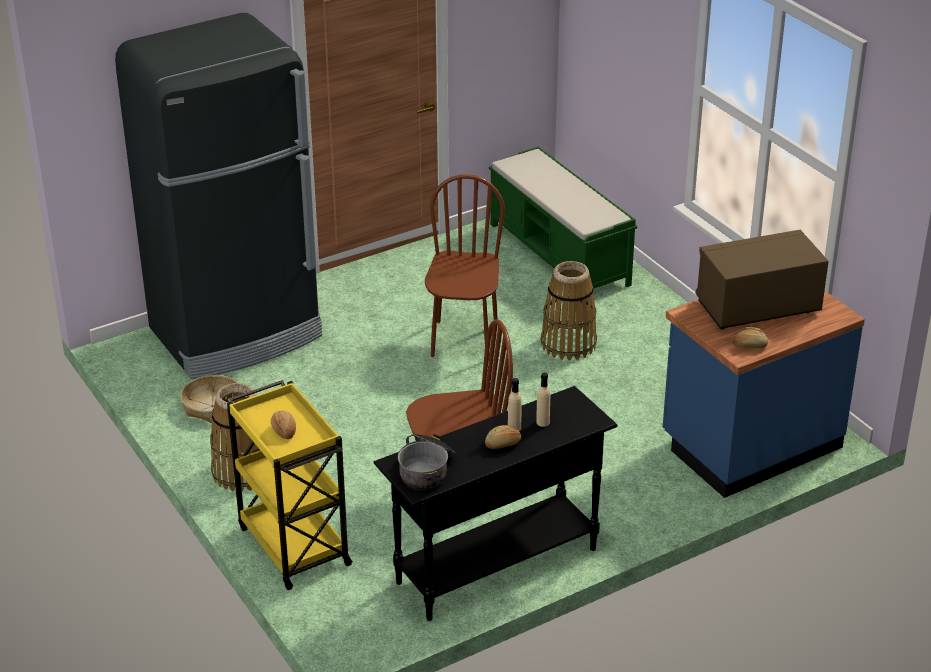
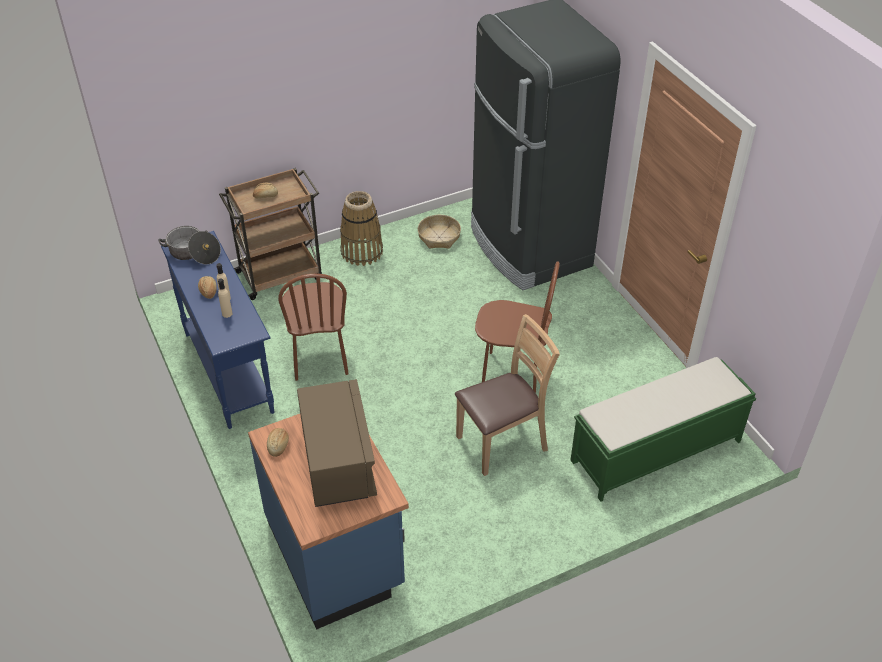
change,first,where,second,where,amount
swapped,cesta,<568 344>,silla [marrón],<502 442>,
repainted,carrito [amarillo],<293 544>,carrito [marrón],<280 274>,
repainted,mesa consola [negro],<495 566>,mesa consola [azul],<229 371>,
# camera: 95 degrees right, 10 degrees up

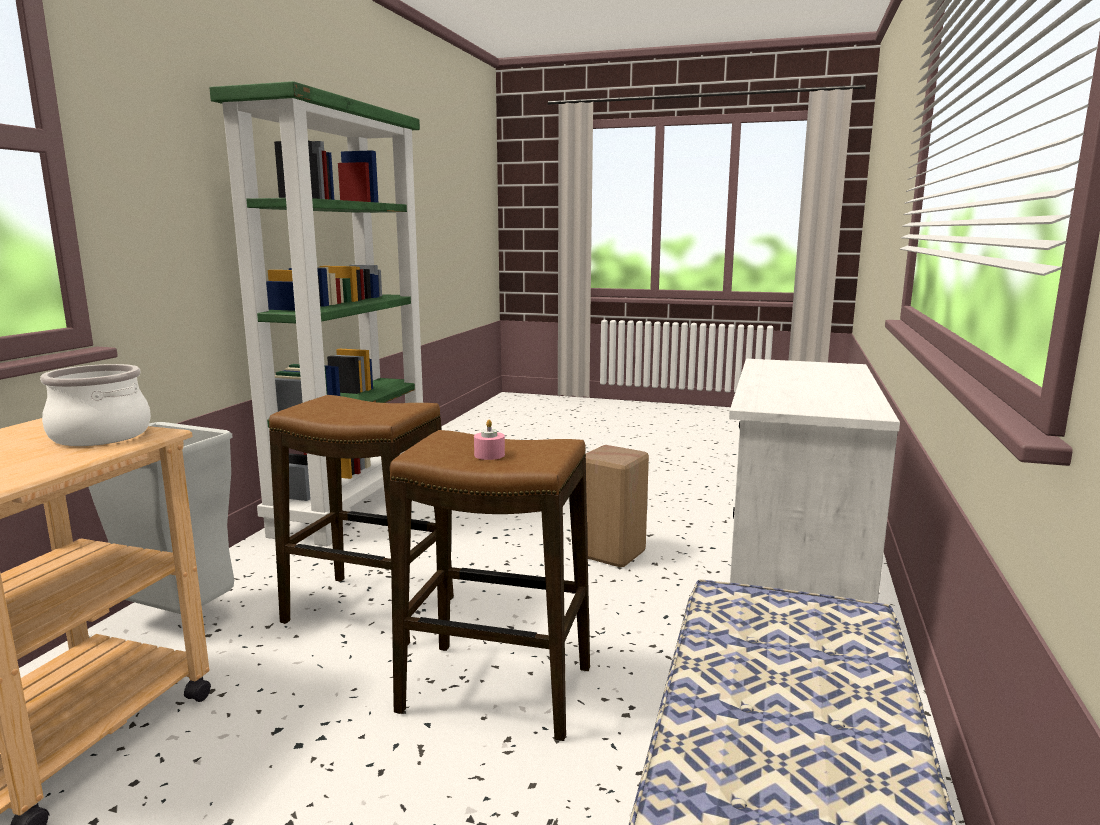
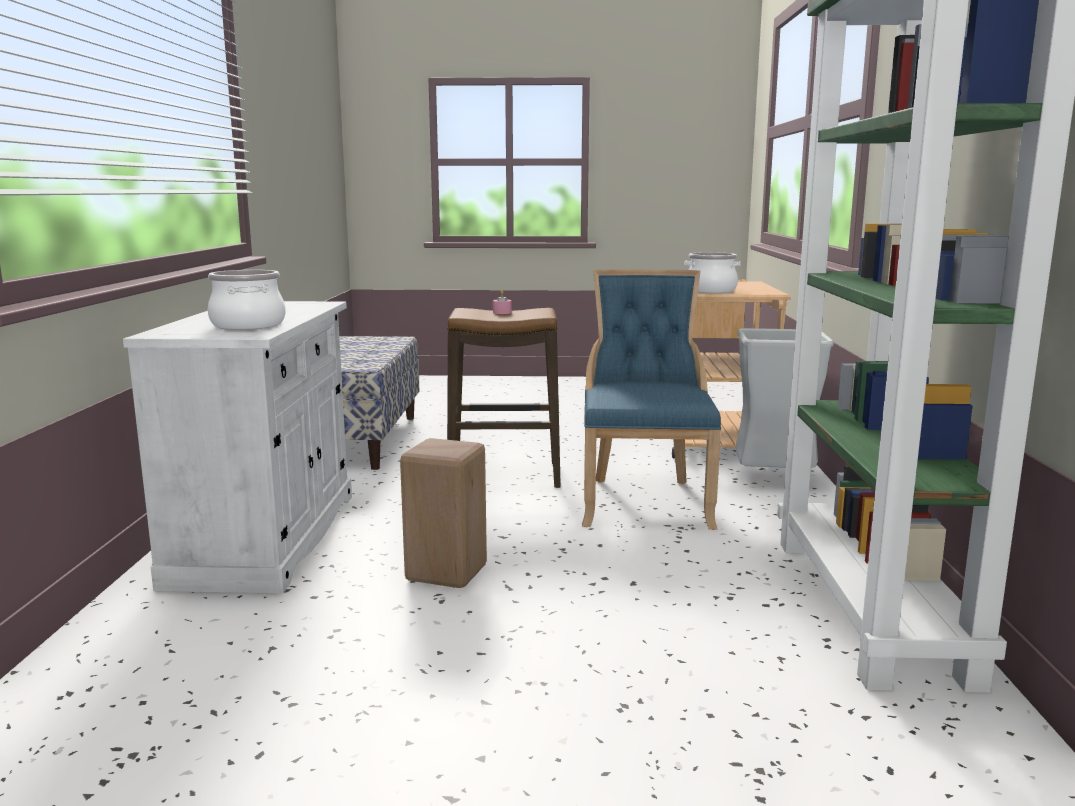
change,first,where,second,where,amount
swapped,taburete,<369 610>,silla [azul],<644 501>,
new,,,olla,<247 325>,
# camera: 165 degrees right, 0 degrees up

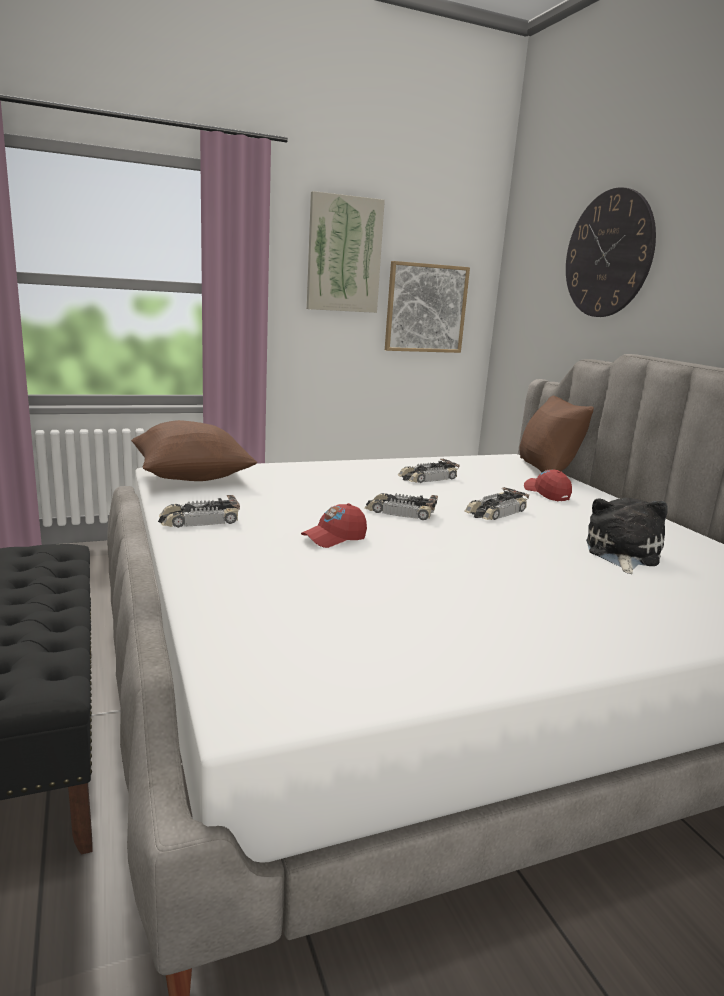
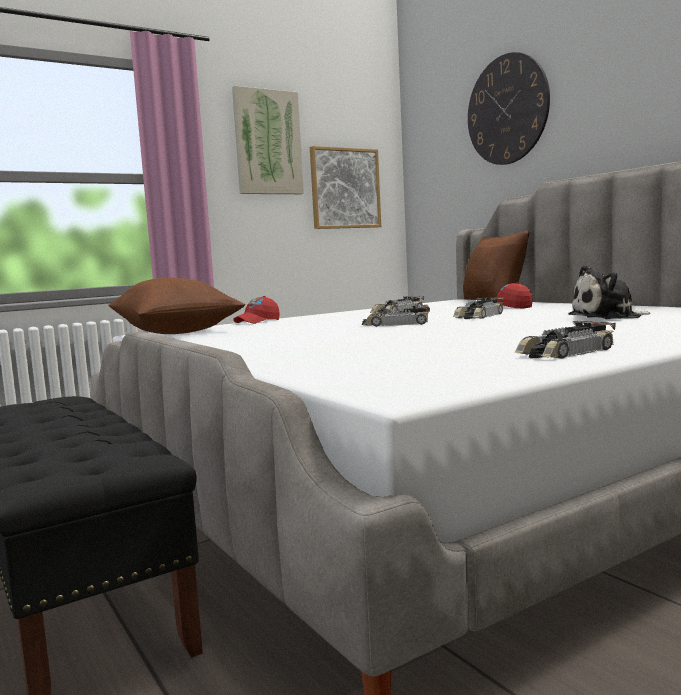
change,first,where,second,where,amount
shifted,coche de juguete,<199 520>,,<564 352>,
rotated,peluche,<621 553>,,<608 317>,105 degrees counterclockwise
shifted,gorra [rojo],<334 538>,,<257 322>,
# camera: 10 degrees left, 10 degrees down

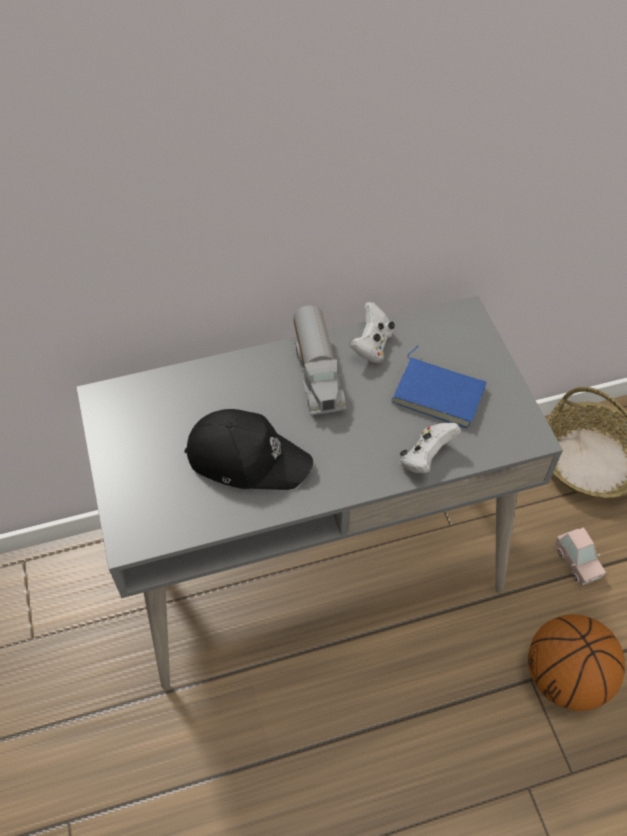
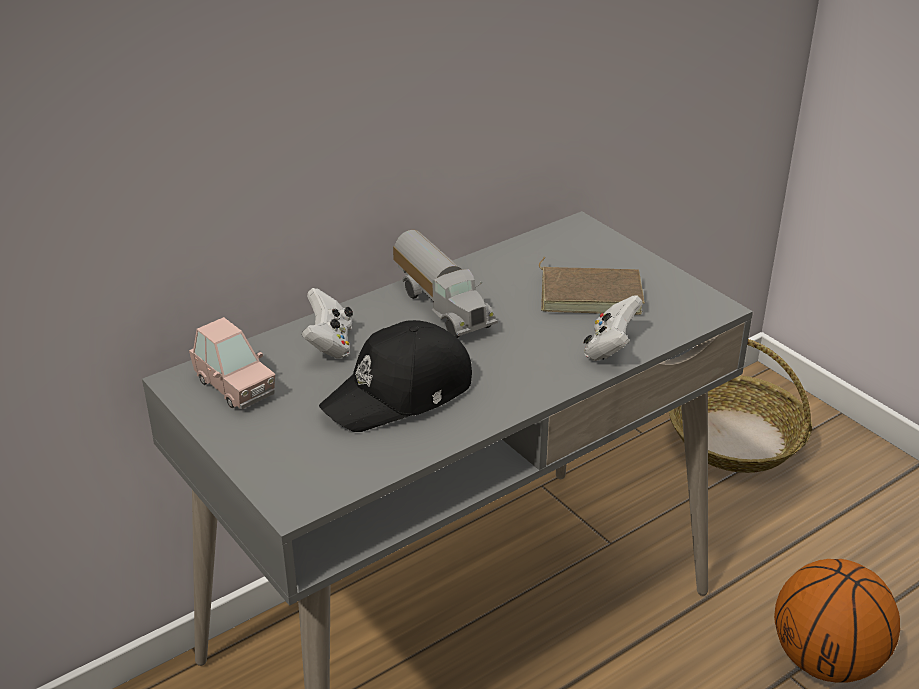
change,first,where,second,where,amount
shifted,mando de consola [blanco],<372 345>,,<329 344>,
repainted,libro [azul],<439 393>,libro [marrón],<591 293>,
rotated,gorra [negro],<247 457>,,<401 394>,150 degrees clockwise
shifted,coche de juguete [rosa],<577 562>,,<234 386>,
# camera: 20 degrees left, 20 degrees down

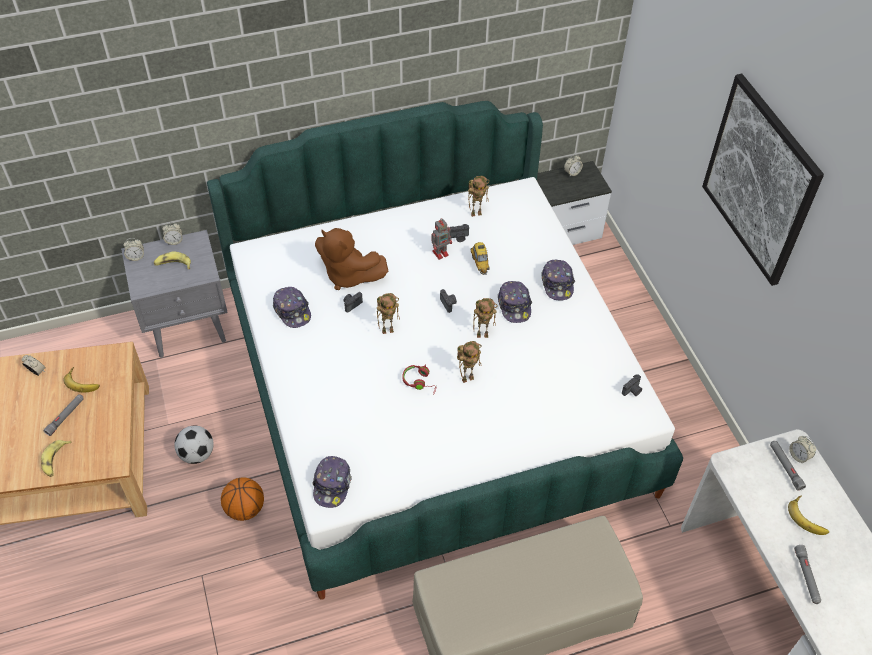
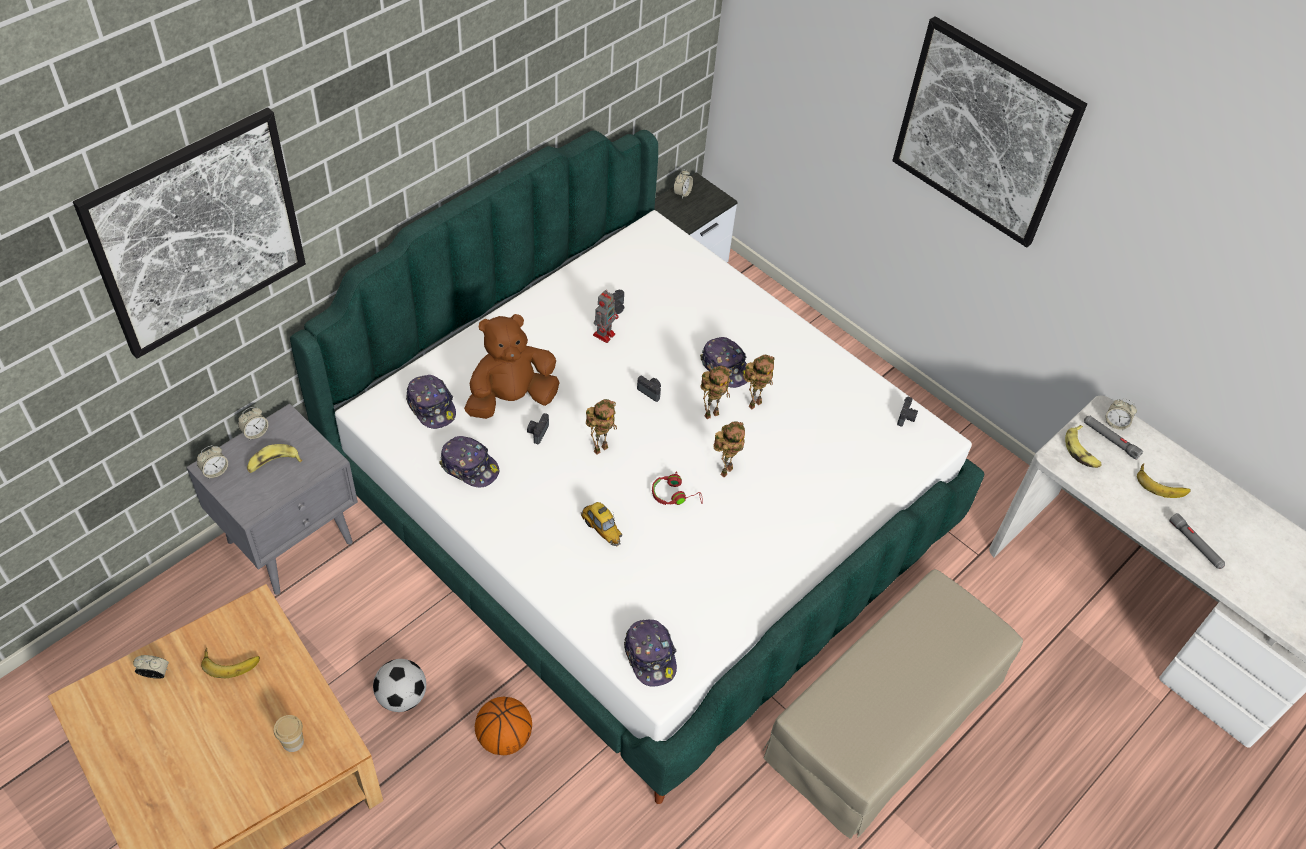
change,first,where,second,where,amount
shifted,robot de juguete,<476 213>,,<754 403>,
rotated,peluche [marrón],<348 275>,,<511 399>,150 degrees clockwise
shifted,coche de juguete,<480 263>,,<601 529>,
shifted,gorra,<557 284>,,<431 406>,
gone,linterna [gris],<65 416>,,,
shifted,plátano,<55 460>,,<1081 451>,
new,,,cuadro,<197 233>,
new,,,taza,<293 742>,
# camera: 30 degrees left, 0 degrees up

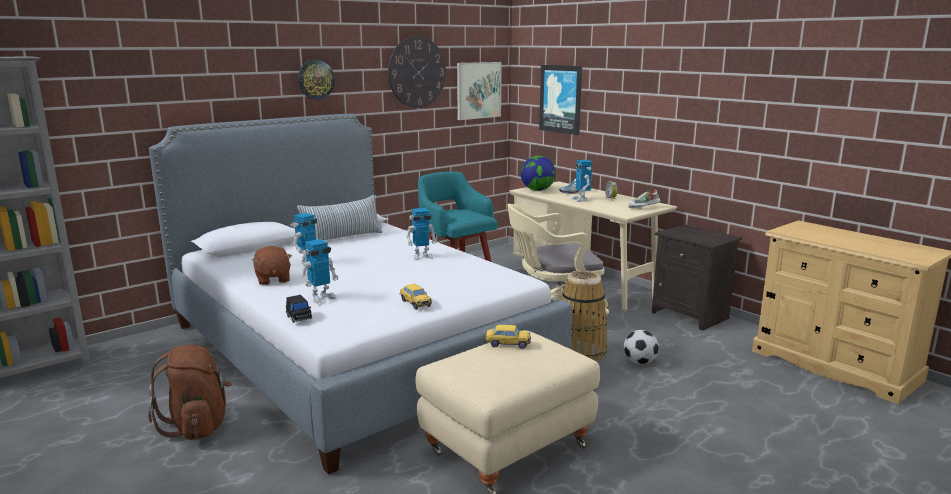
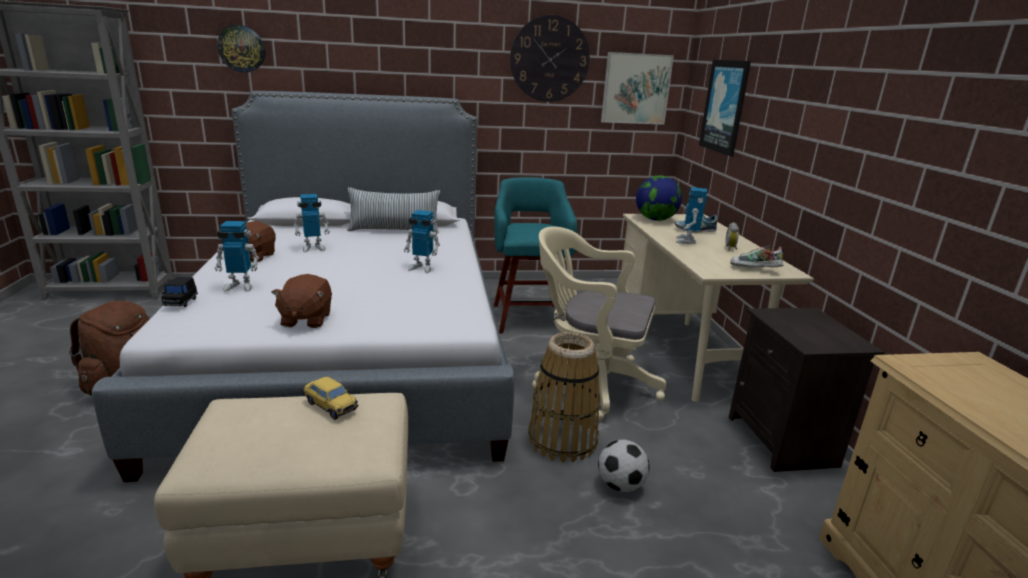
change,first,where,second,where,amount
shifted,reloj de pared,<315 79>,,<241 48>,
swapped,coche de juguete,<415 303>,peluche [marrón],<306 319>,
# camera: 30 degrees right, 5 degrees up

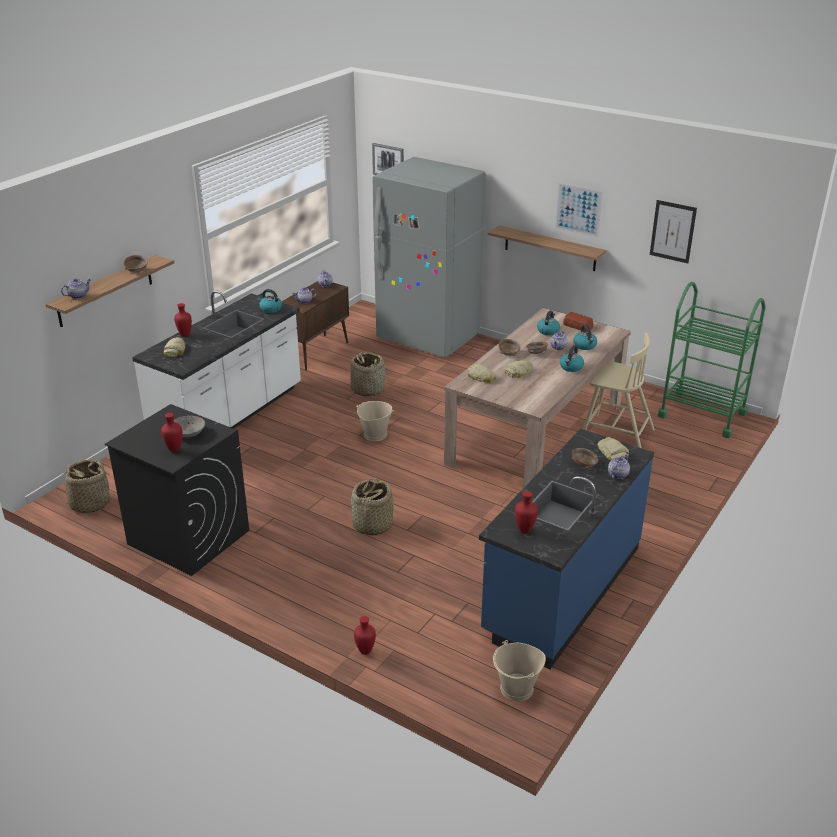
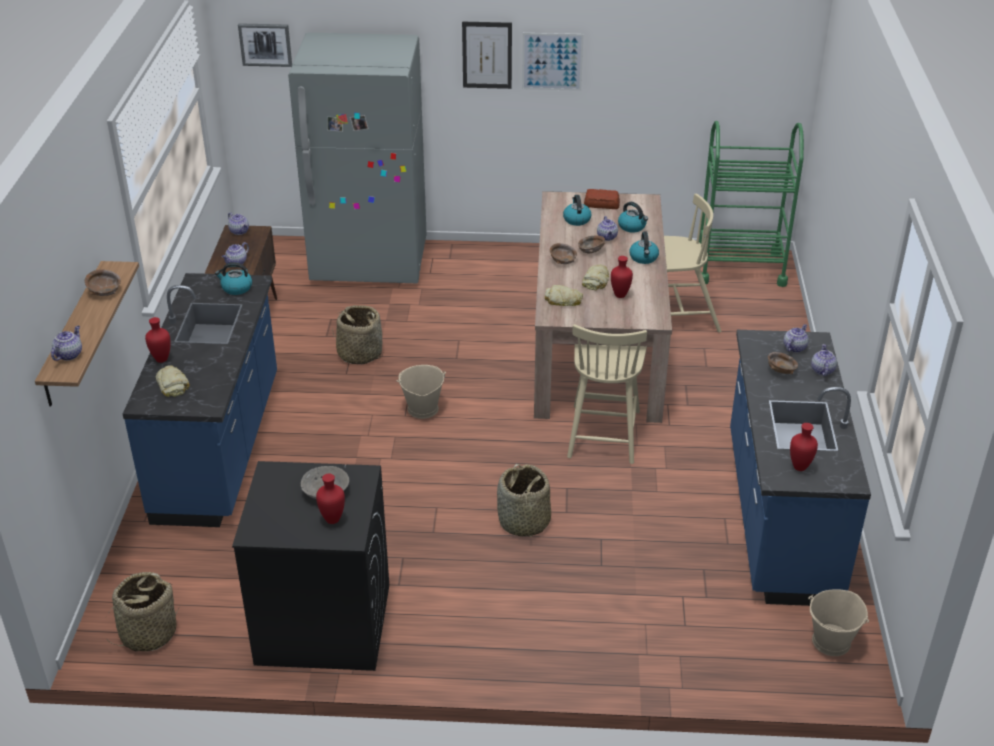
change,first,where,second,where,amount
shifted,cuadro,<672 231>,,<487 55>,
gone,estante,<550 248>,,,
repainted,mueble bajo de cocina [blanco],<229 417>,mueble bajo de cocina [azul],<220 448>,
swapped,pan,<612 453>,tetera,<794 347>,
shifted,florero [rojo],<366 651>,,<620 295>,
new,,,silla [beis],<603 433>,
# camera: 30 degrees left, 5 degrees up

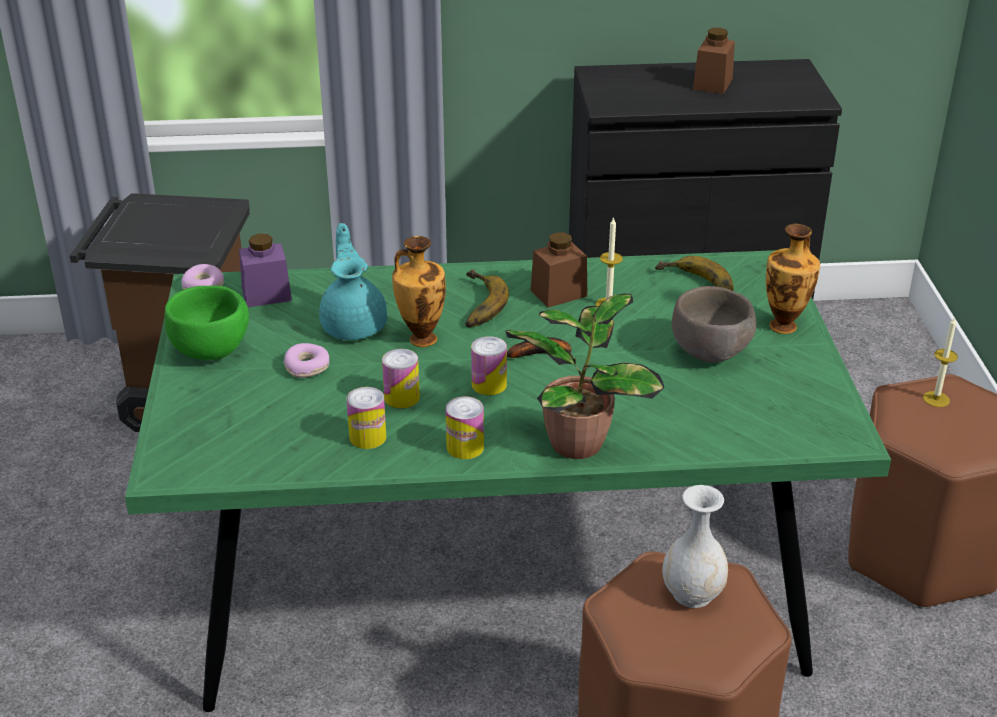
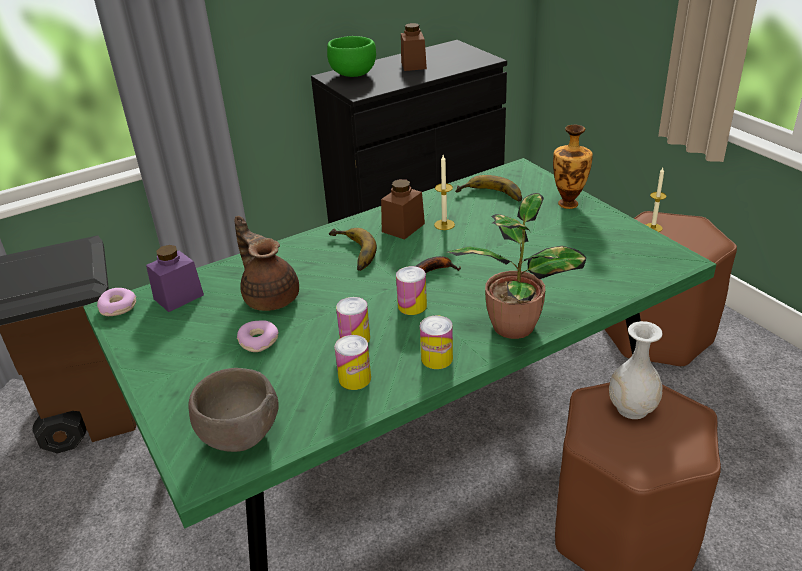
change,first,where,second,where,amount
repainted,tetera [turquesa],<354 325>,tetera [marrón],<270 296>,
gone,florero,<421 339>,,,
shifted,cuenco [verde],<211 351>,,<353 75>,
shifted,cuenco [marrón],<710 353>,,<240 436>,
# camera: 25 degrees left, 0 degrees up

